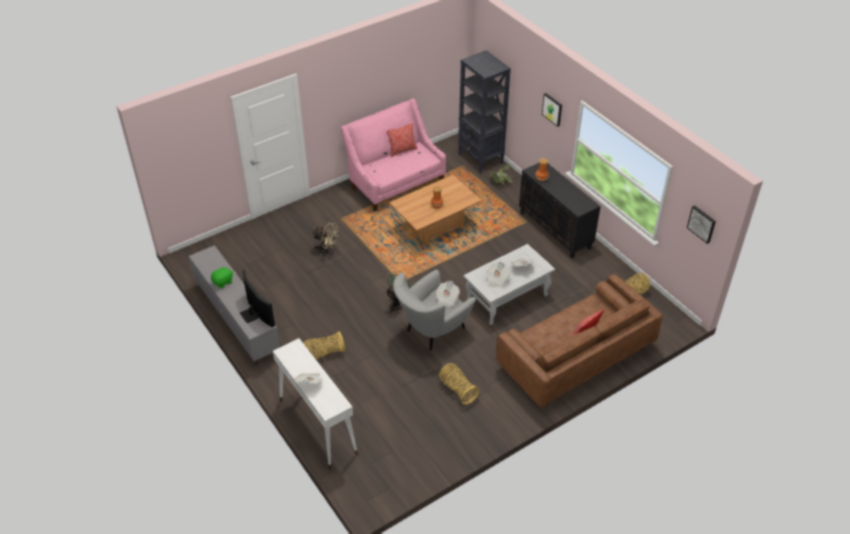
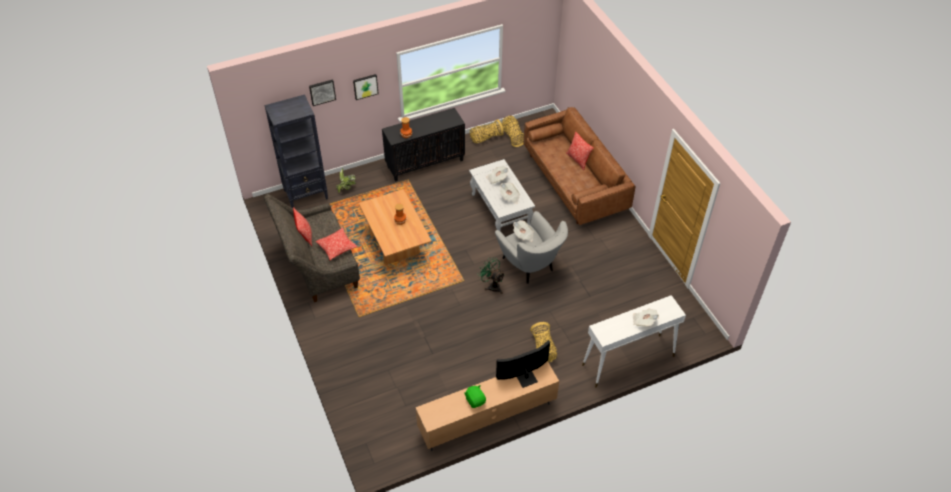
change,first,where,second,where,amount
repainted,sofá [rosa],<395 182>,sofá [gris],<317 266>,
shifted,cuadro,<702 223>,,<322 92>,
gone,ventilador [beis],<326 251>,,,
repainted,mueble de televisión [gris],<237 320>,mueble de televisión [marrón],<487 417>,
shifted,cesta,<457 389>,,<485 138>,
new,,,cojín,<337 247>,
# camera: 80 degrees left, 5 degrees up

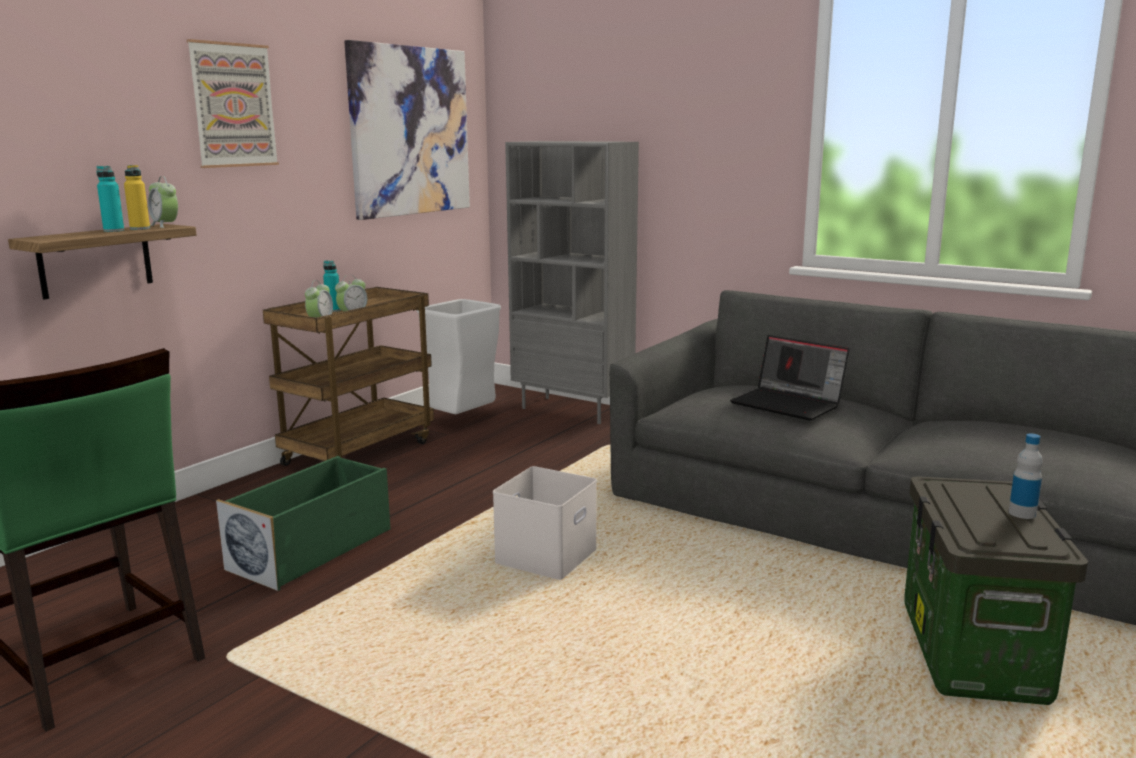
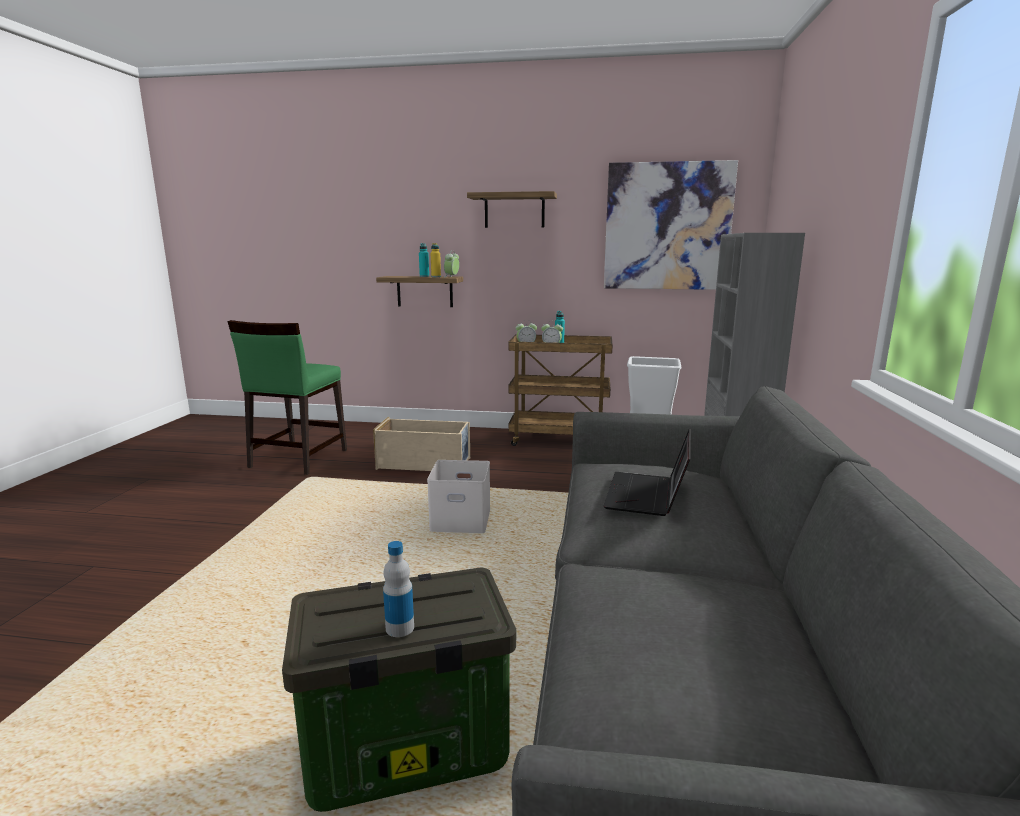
change,first,where,second,where,amount
swapped,cuadro,<233 105>,estante,<514 211>,
repainted,caja de almacenaje [verde],<312 548>,caja de almacenaje [beis],<425 463>,
# camera: 65 degrees right, 0 degrees up

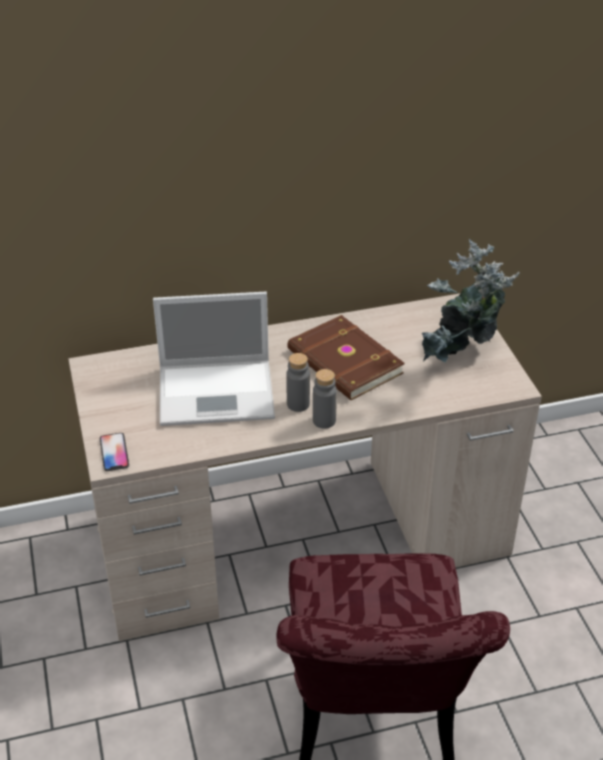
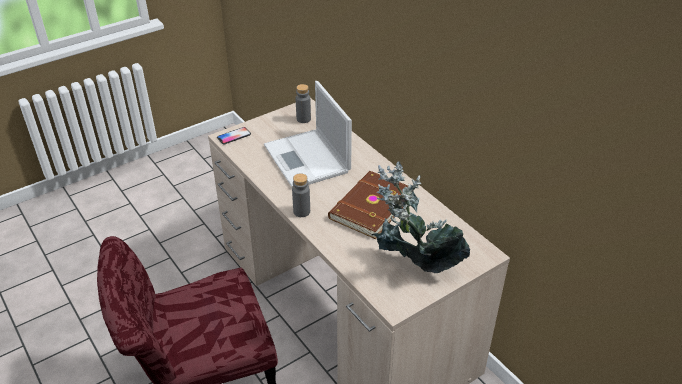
change,first,where,second,where,amount
shifted,botella [gris],<298 404>,,<303 119>,
# camera: 70 degrees right, 0 degrees up

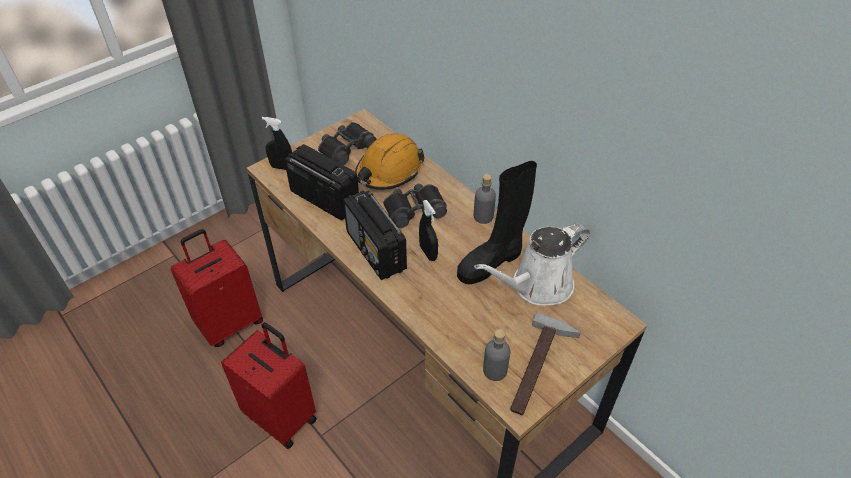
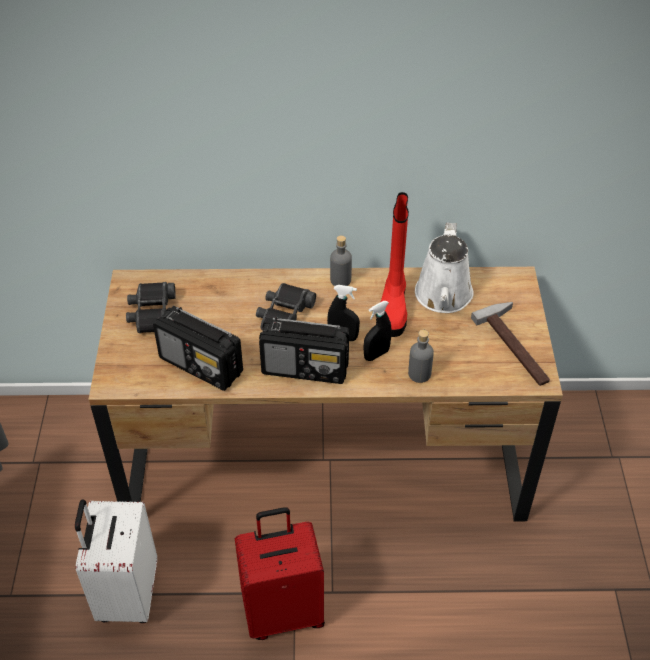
change,first,where,second,where,amount
shifted,pulverizador [negro],<282 167>,,<376 354>,
gone,casco [naranja],<389 171>,,,
rotated,radio,<324 198>,,<201 366>,135 degrees counterclockwise
repainted,bota [negro],<491 262>,bota [rojo],<393 307>,
repainted,maleta [rojo],<229 323>,maleta [blanco],<126 594>,
shifted,botella [gris],<495 370>,,<419 374>,
# camera: 50 degrees left, 0 degrees up

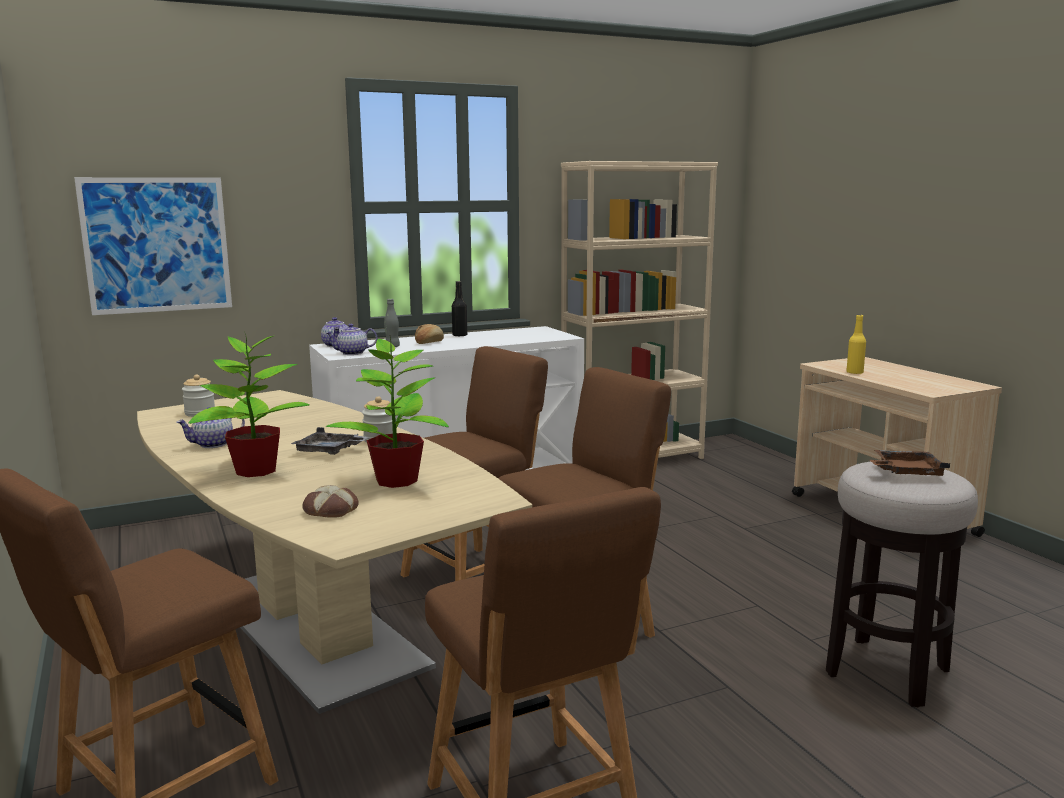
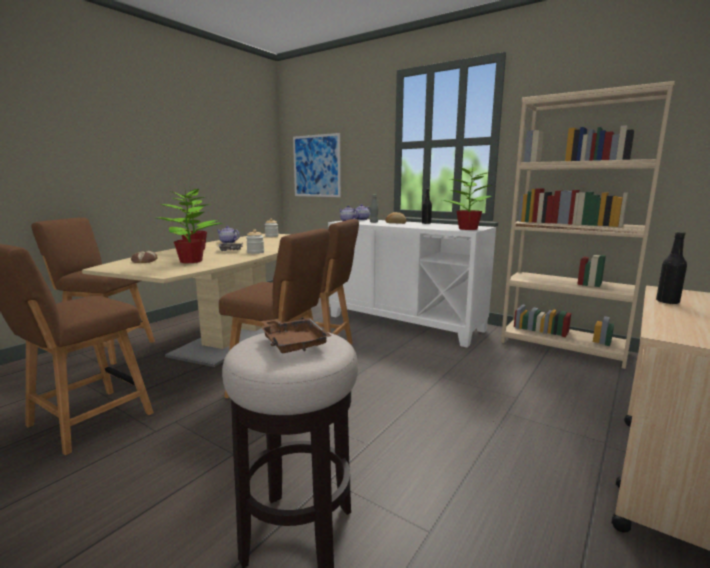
change,first,where,second,where,amount
repainted,botella [amarillo],<854 372>,botella [negro],<667 302>,
new,,,planta en maceta,<467 229>,
# camera: 60 degrees right, 0 degrees up

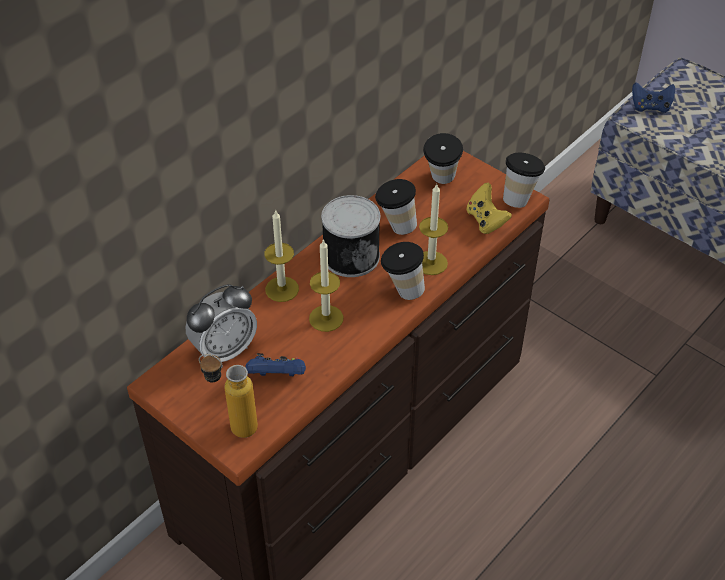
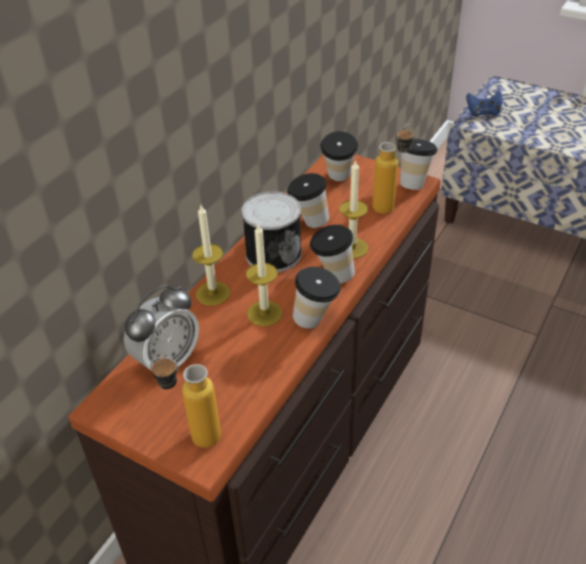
change,first,where,second,where,amount
swapped,mando de consola [amarillo],<485 220>,botella,<390 205>,
gone,mando de consola [azul],<277 376>,,,
new,,,taza,<316 320>,
# camera: 10 degrees left, 5 degrees down

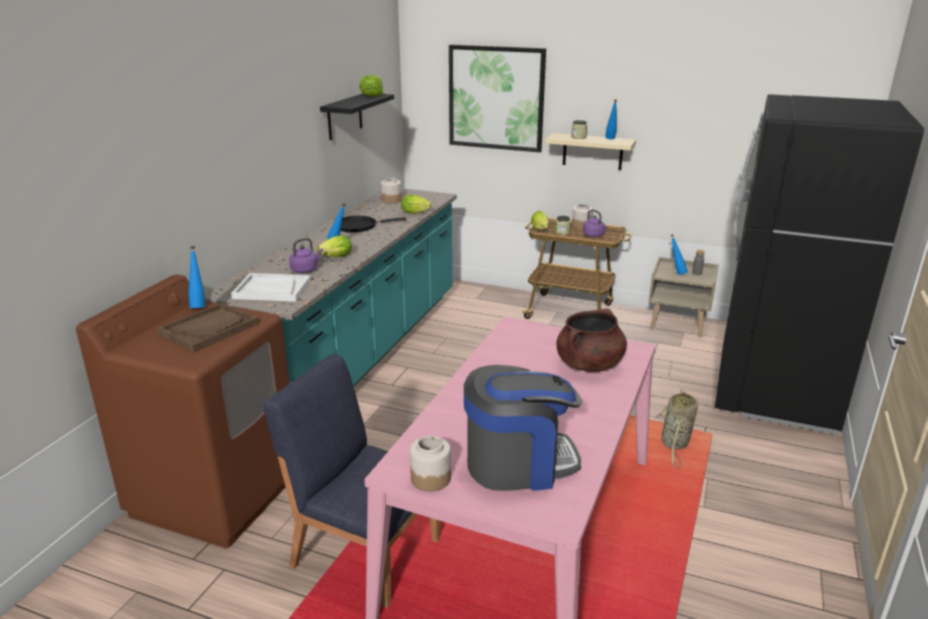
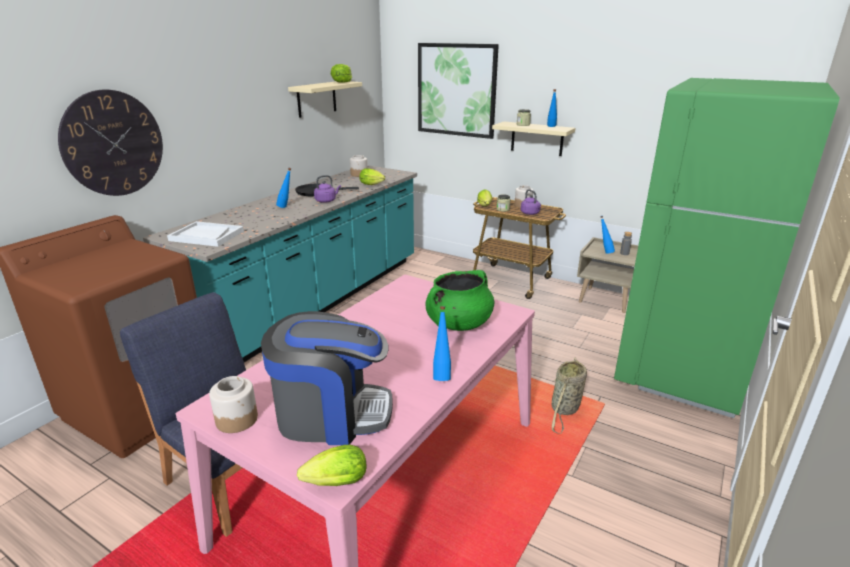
change,first,where,second,where,amount
repainted,estante [negro],<344 116>,estante [beis],<316 99>,
repainted,nevera [negro],<774 391>,nevera [verde],<681 369>,
shifted,lechuga,<334 257>,,<333 483>,
shifted,hervidor [morado],<306 270>,,<326 201>,
shifted,botella [azul],<199 306>,,<441 375>,
gone,bandeja [marrón],<209 329>,,,
repainted,olla [marrón],<589 365>,olla [verde],<458 324>,
new,,,reloj de pared,<113 143>,
# camera: 10 degrees right, 0 degrees up

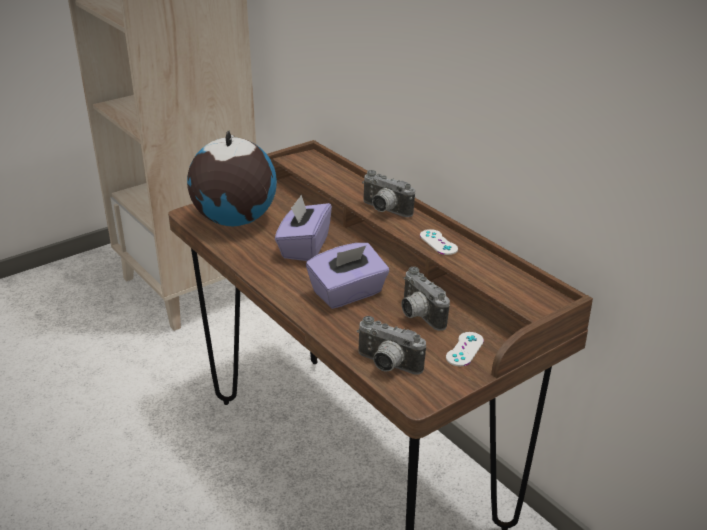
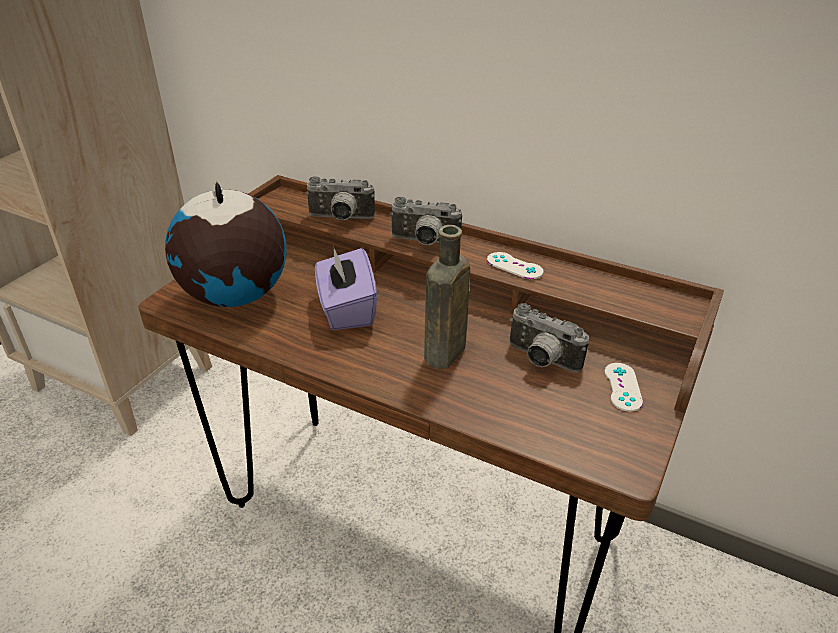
change,first,where,second,where,amount
swapped,caja de pañuelos [morado],<348 294>,botella [marrón],<443 355>,
shifted,cámara,<386 366>,,<340 219>,
# camera: 25 degrees left, 5 degrees up

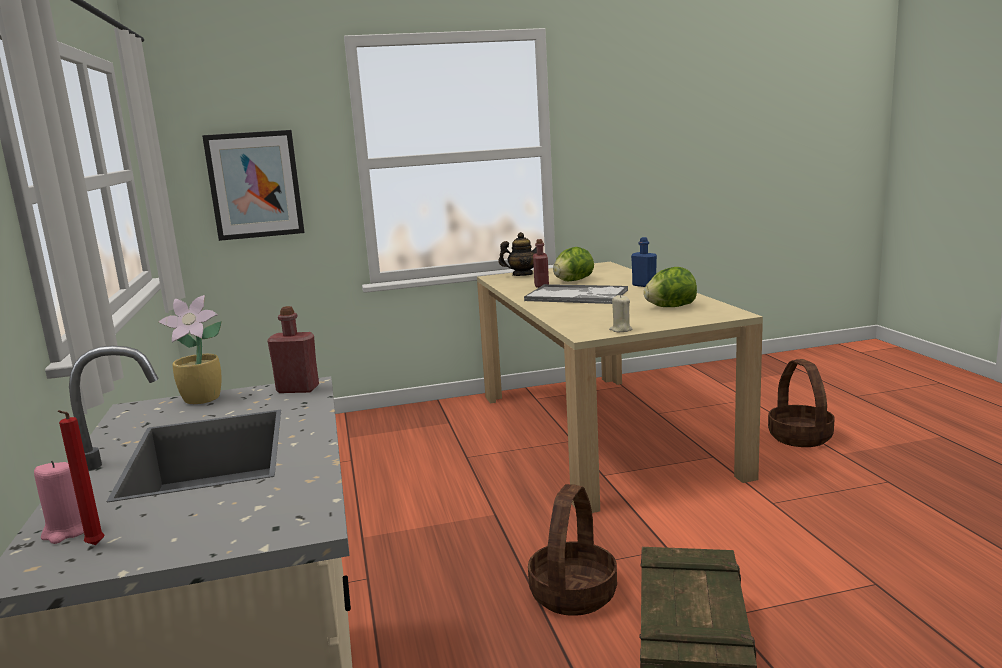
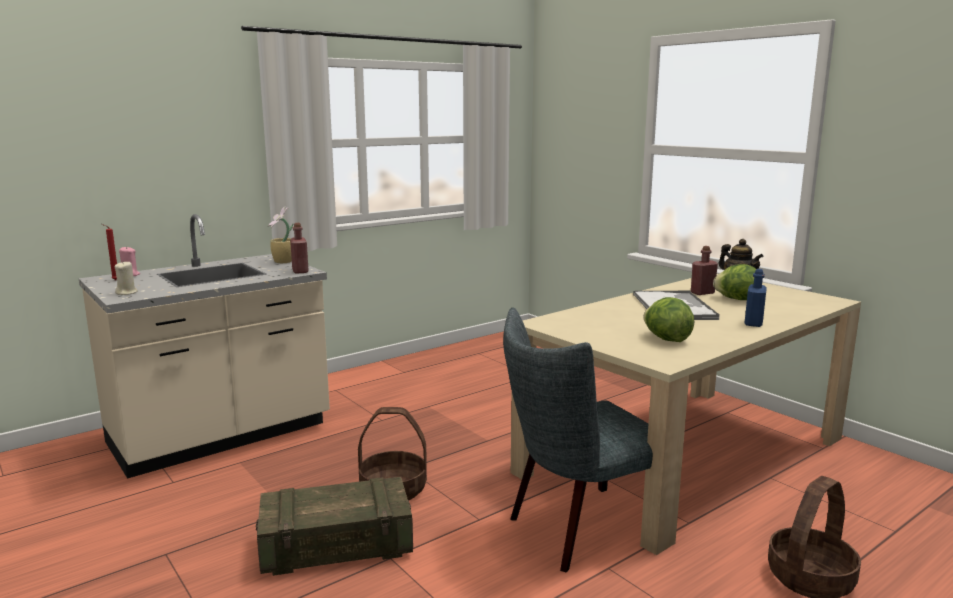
change,first,where,second,where,amount
gone,cuadro,<255 185>,,,
shifted,vela [beis],<621 330>,,<127 293>,
new,,,silla [gris],<578 530>,
# camera: 65 degrees right, 0 degrees up

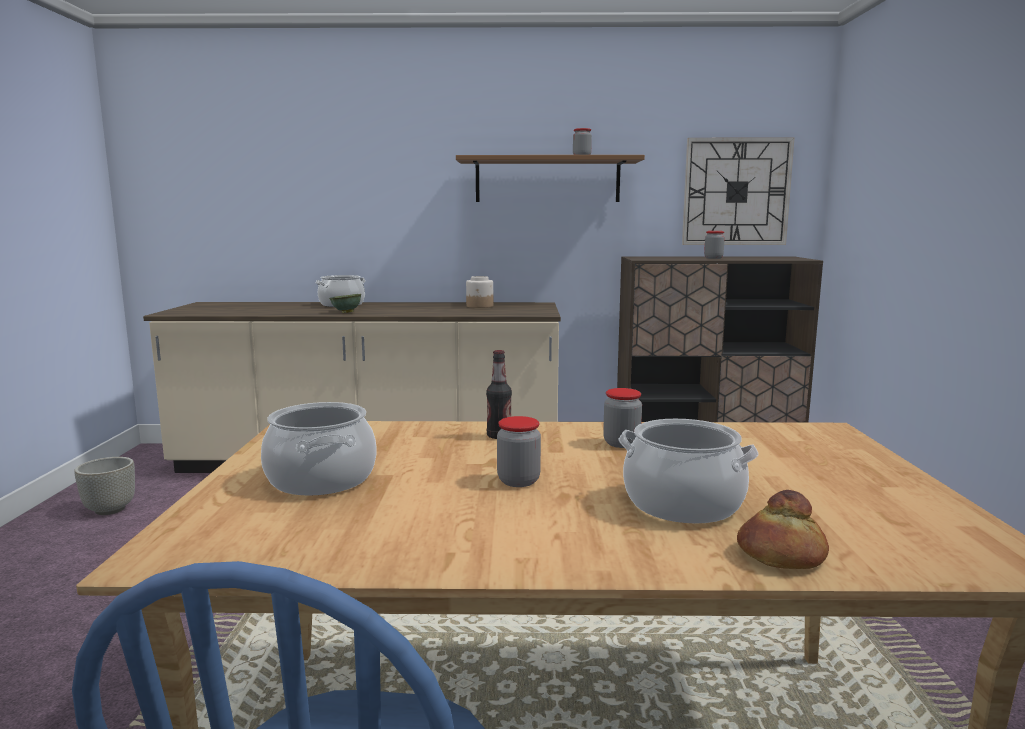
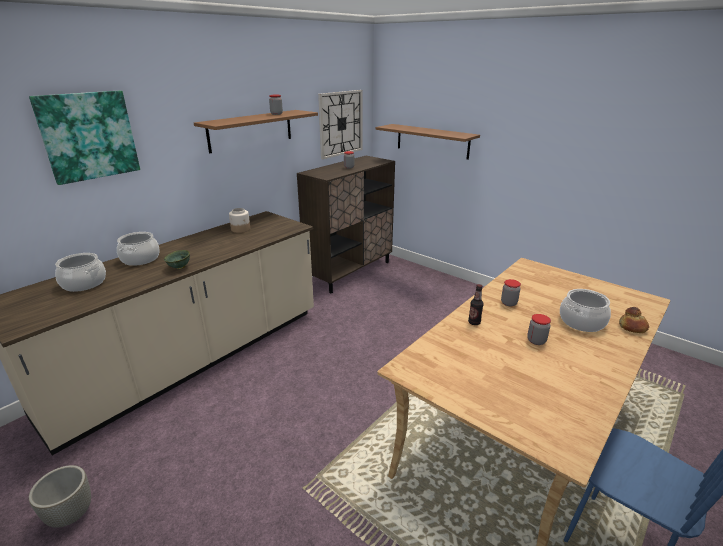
change,first,where,second,where,amount
shifted,olla,<322 479>,,<84 283>,
new,,,cuadro,<88 136>,
new,,,estante [marrón],<432 141>,
# camera: 50 degrees left, 15 degrees up

